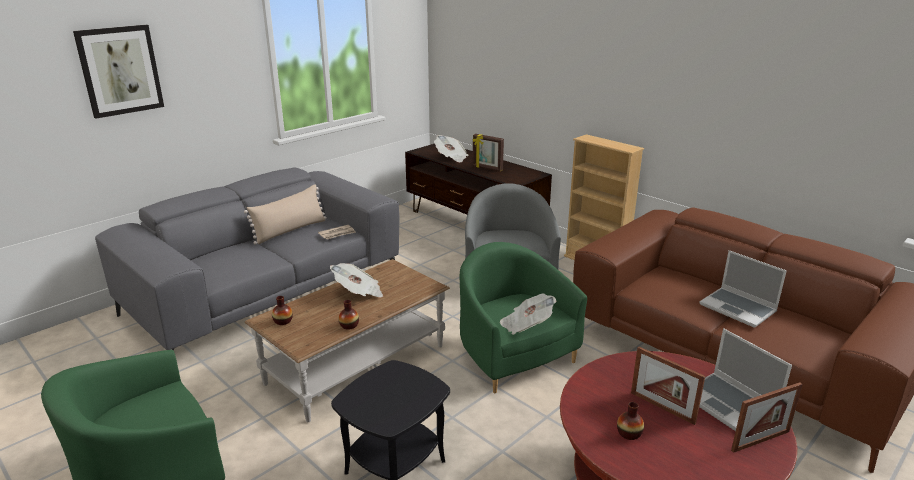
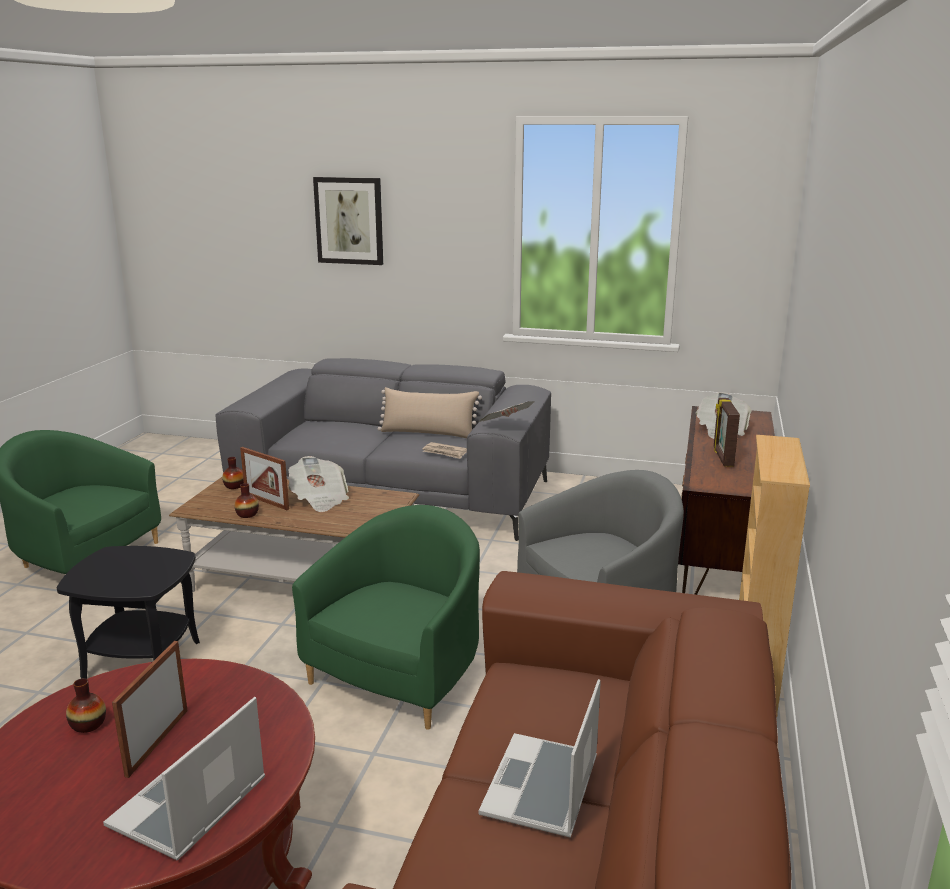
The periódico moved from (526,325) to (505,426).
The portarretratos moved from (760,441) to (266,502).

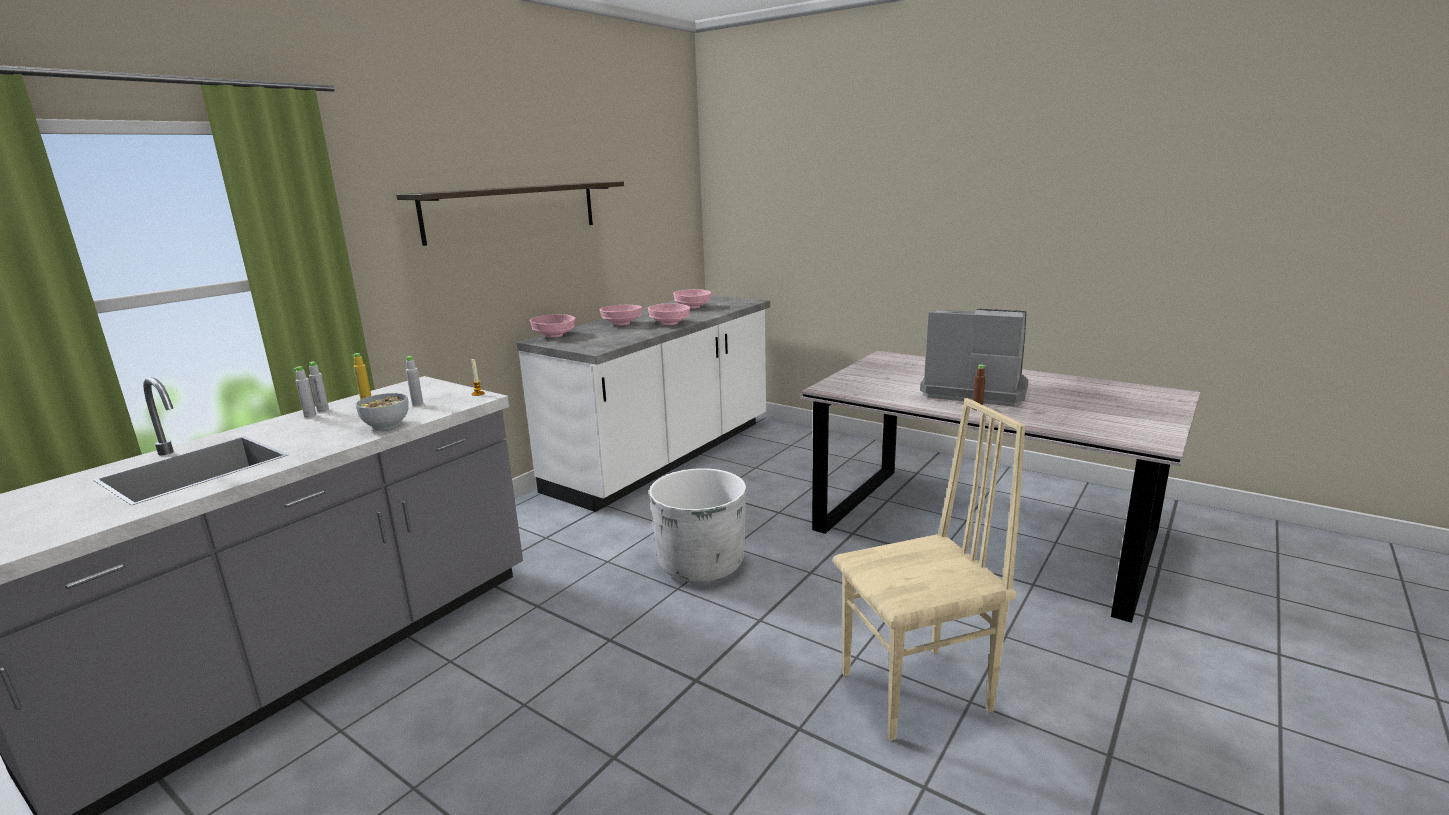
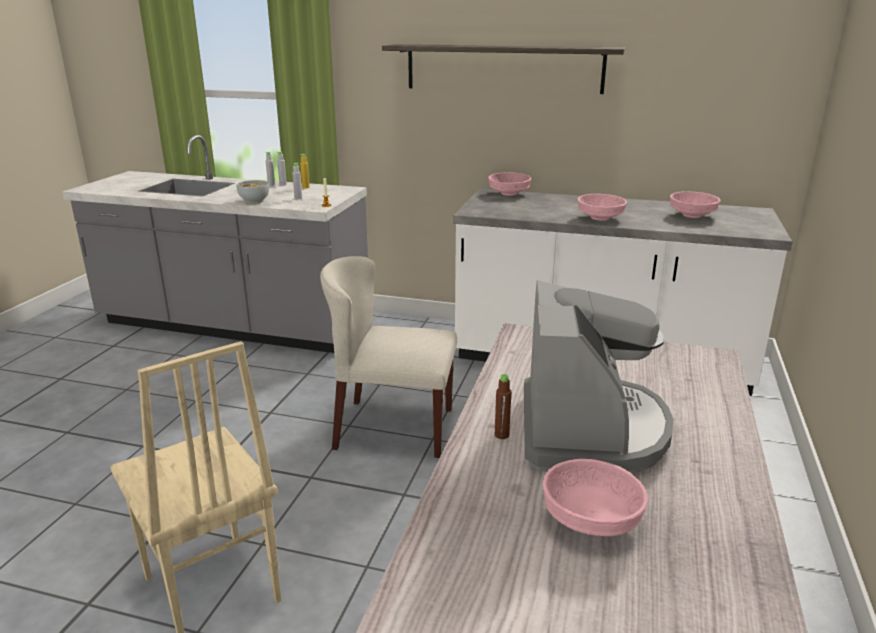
The cuenco [rosa] moved from (622,324) to (591,520).
The maceta [blanco] at (701,564) was replaced by the silla [beis] at (393,428).

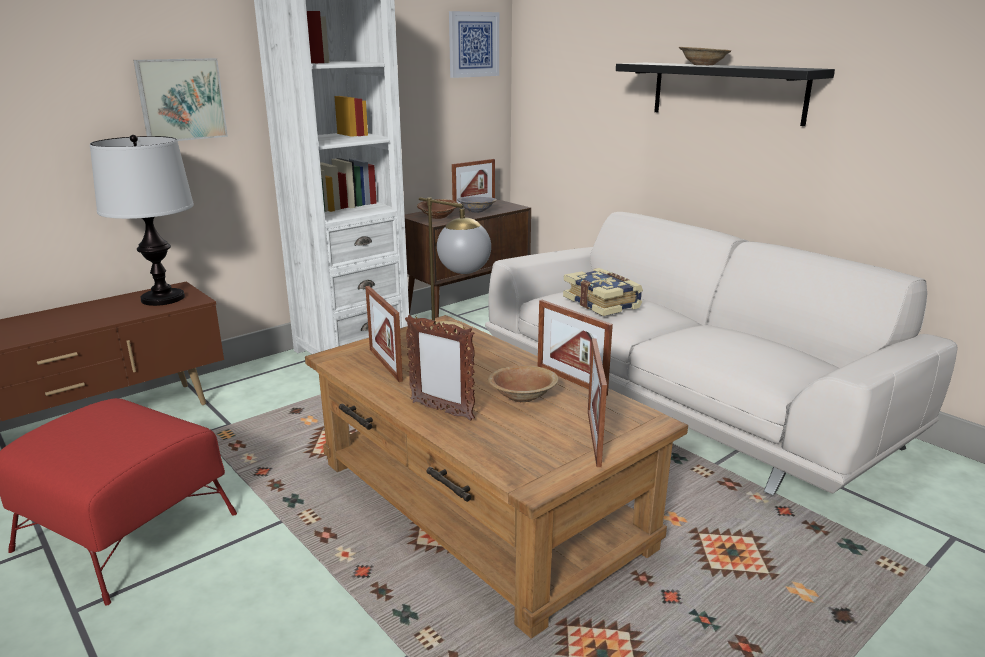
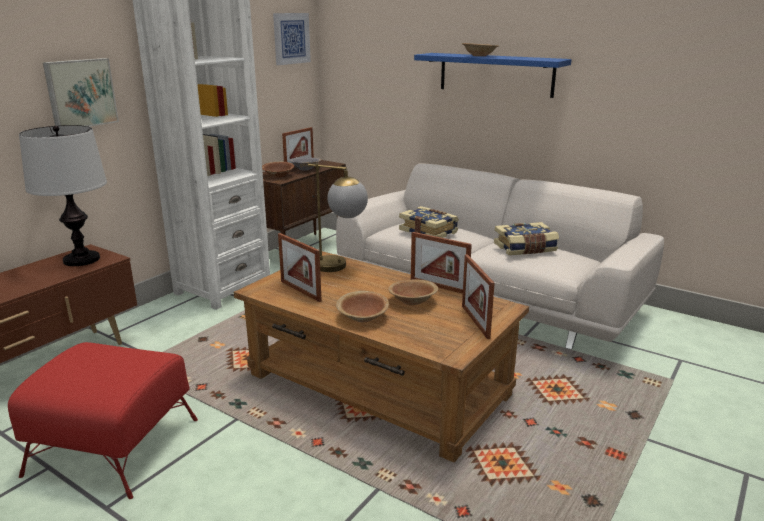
The portarretratos at (441,411) was replaced by the cuenco [marrón] at (362,317).
The estante [negro] at (727,92) became the estante [azul] at (495,74).
The libro at (525,248) appeared.

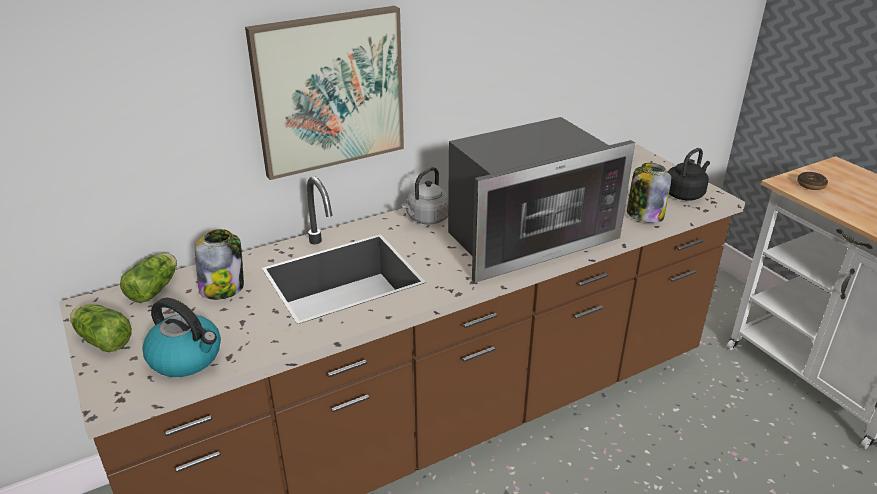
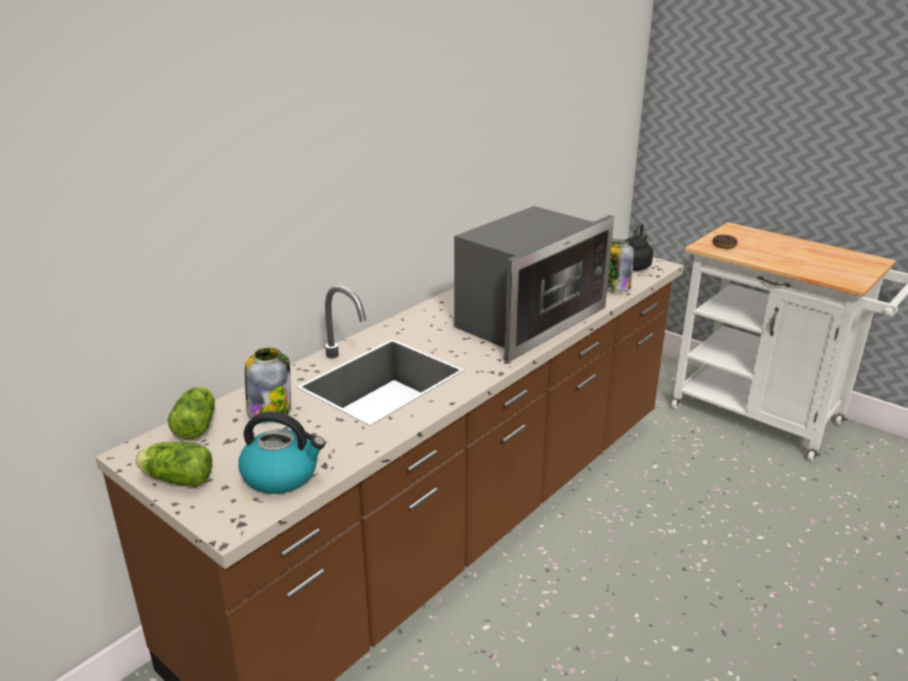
The cuadro at (329,91) disappeared.
The hervidor [gris] at (427,219) disappeared.

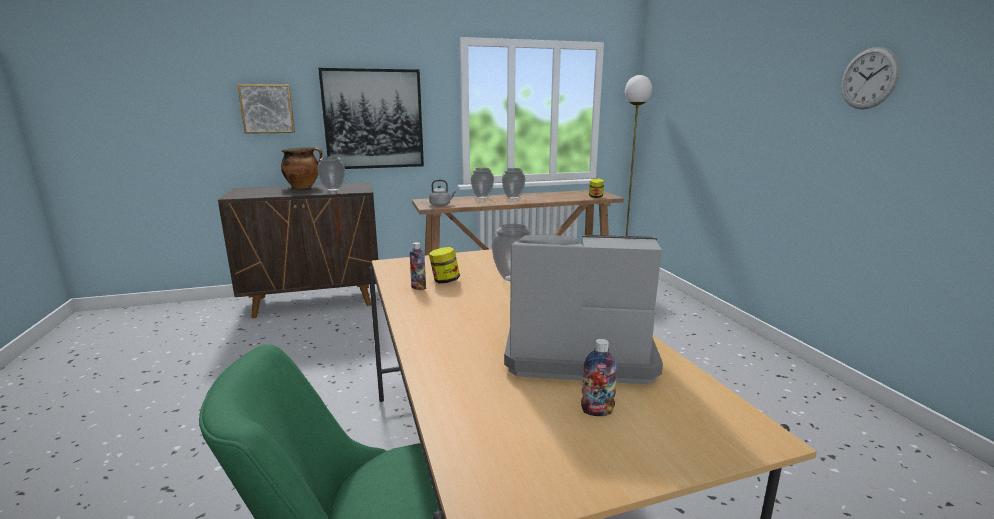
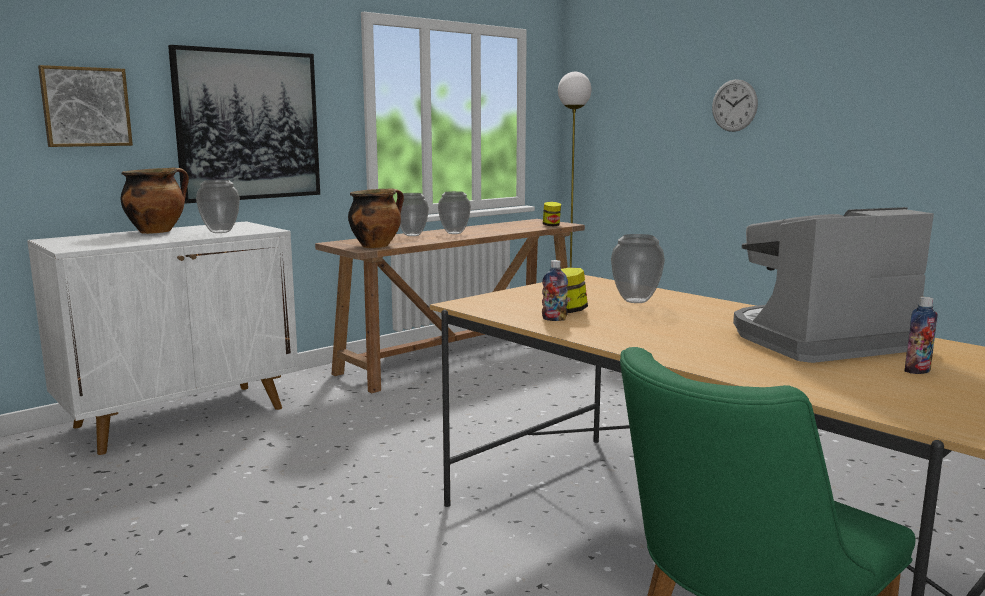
The armario [marrón] at (315,301) became the armario [blanco] at (182,417).
The hervidor [gris] at (441,205) was replaced by the olla at (376,246).
The reloj de pared moved from (869,78) to (734,105).

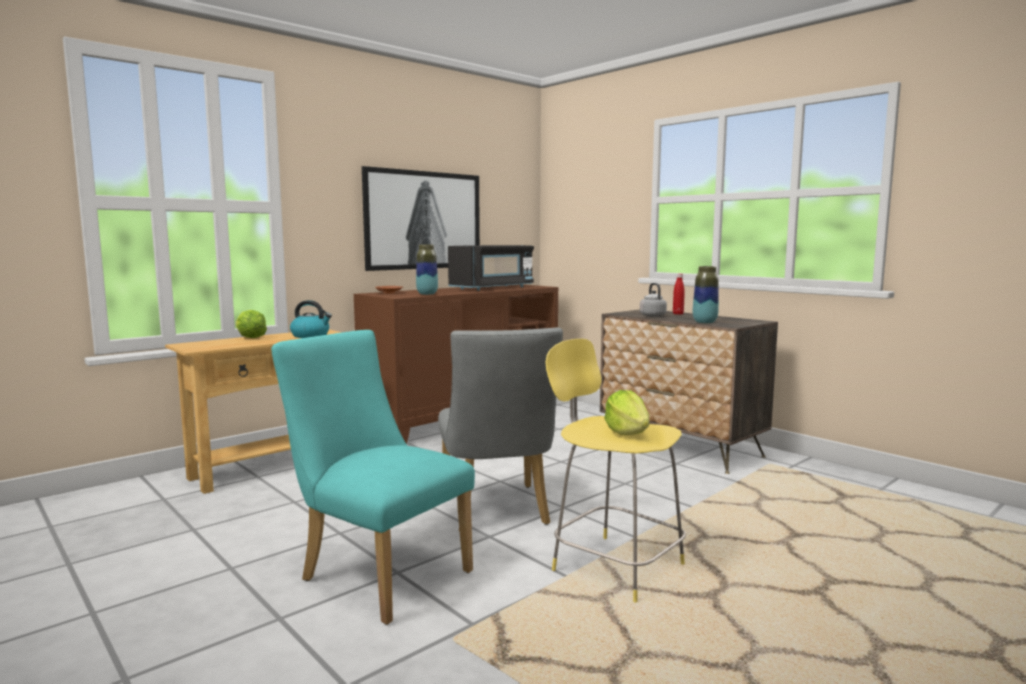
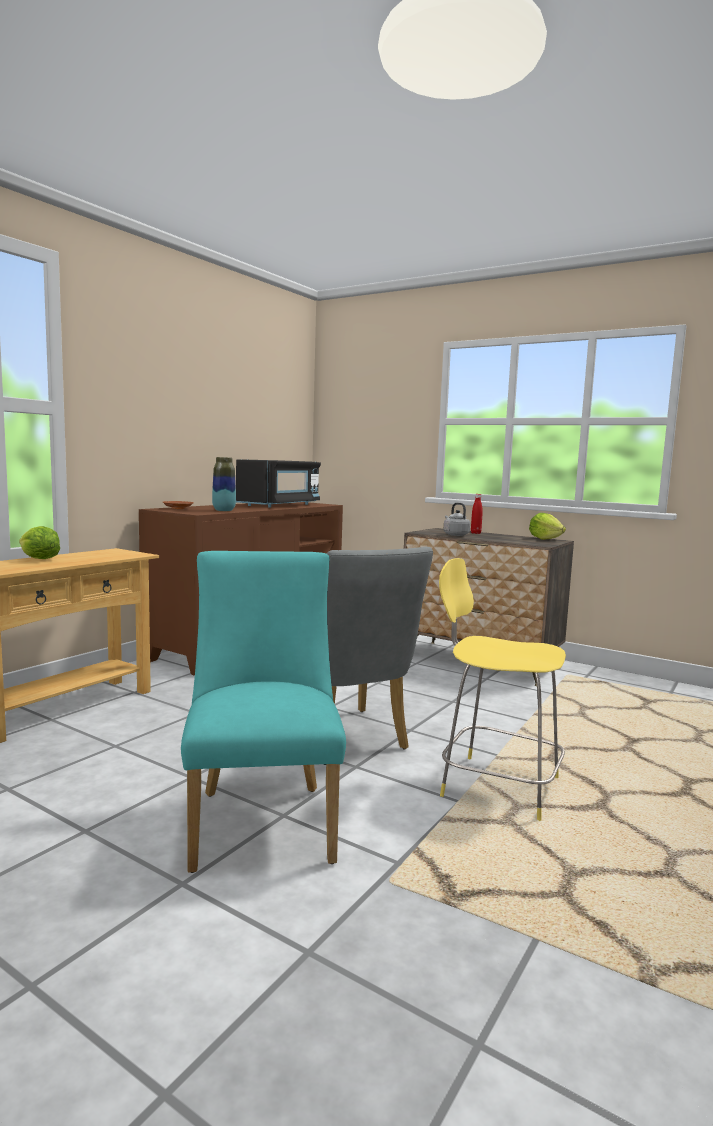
The silla [turquesa] at (377,573) turned 60 degrees clockwise.
The hervidor at (311,336) disappeared.
The cuadro at (423,220) disappeared.
The lechuga moved from (627,433) to (545,539).
The florero at (704,322) disappeared.

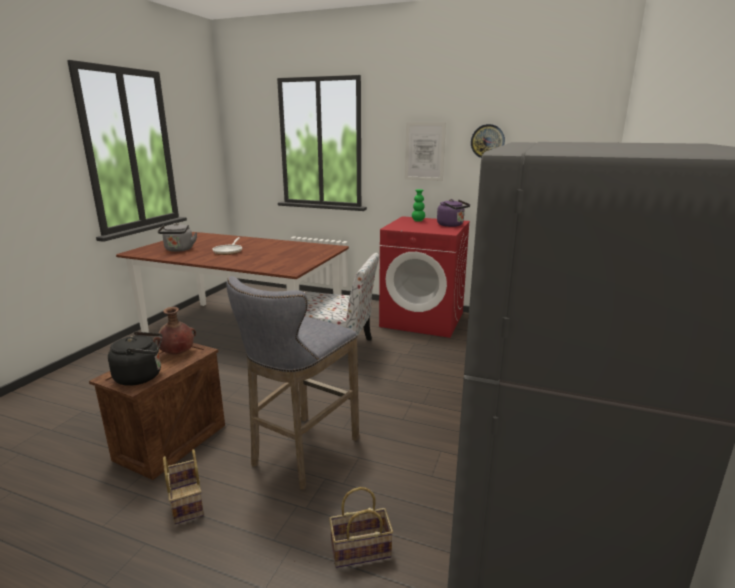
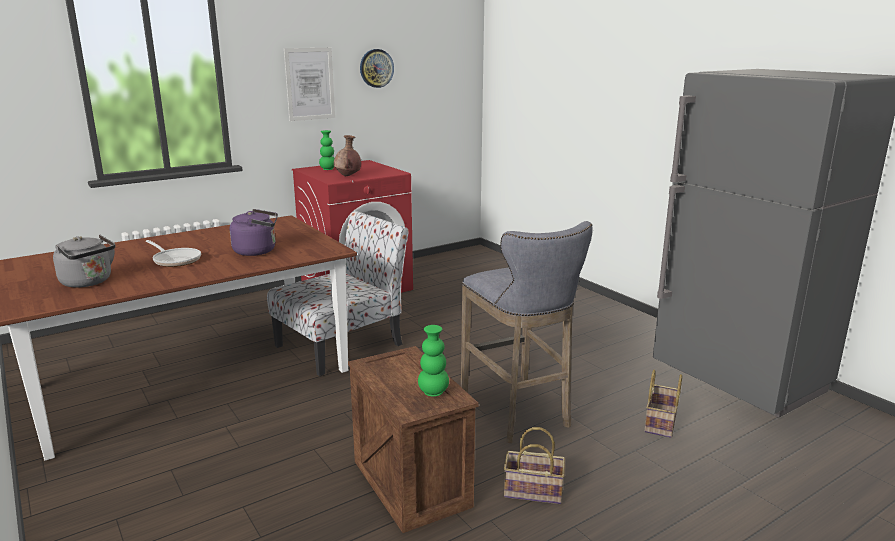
The hervidor [negro] at (142,376) was replaced by the florero [verde] at (433,392).
The florero [marrón] moved from (177,354) to (348,176).
The hervidor [morado] moved from (451,225) to (258,251).

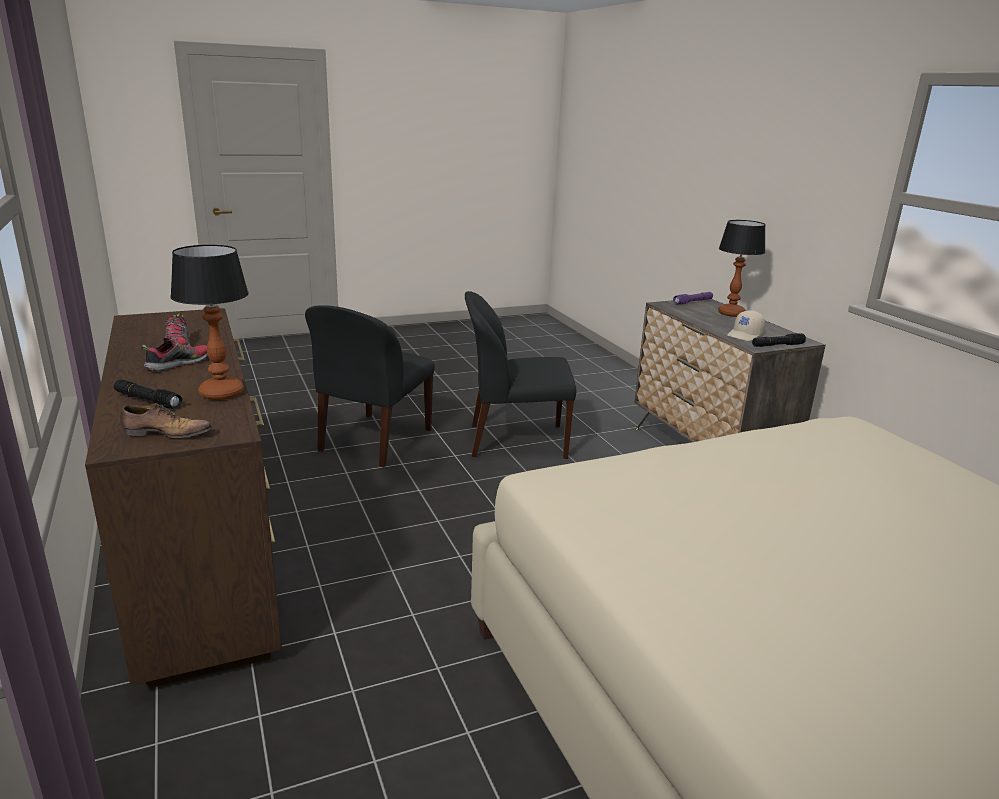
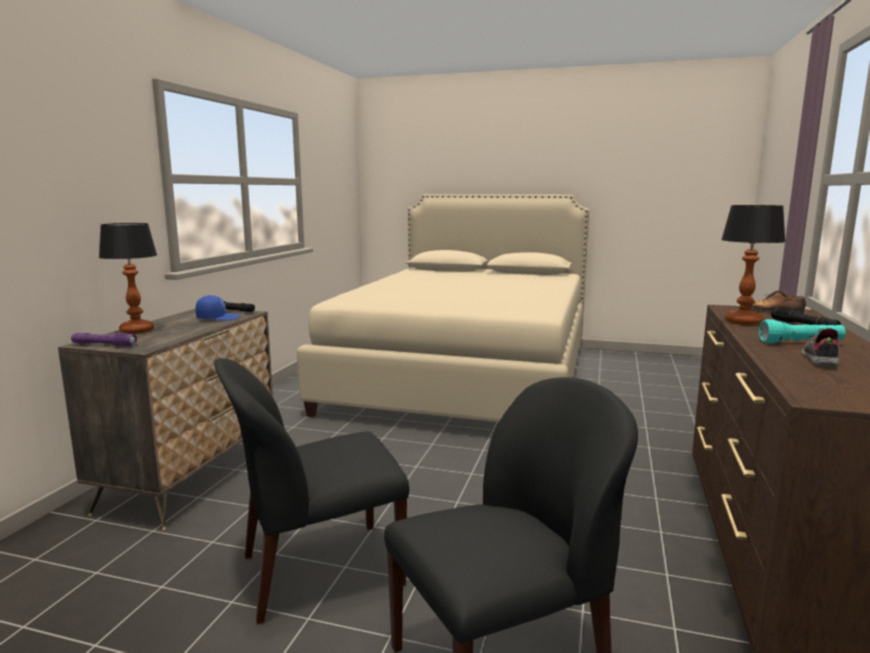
The zapato at (178,364) was replaced by the linterna [turquesa] at (800,343).
The silla [negro] at (514,441) turned 120 degrees clockwise.
The gorra [beis] at (745,335) became the gorra [azul] at (218,318).

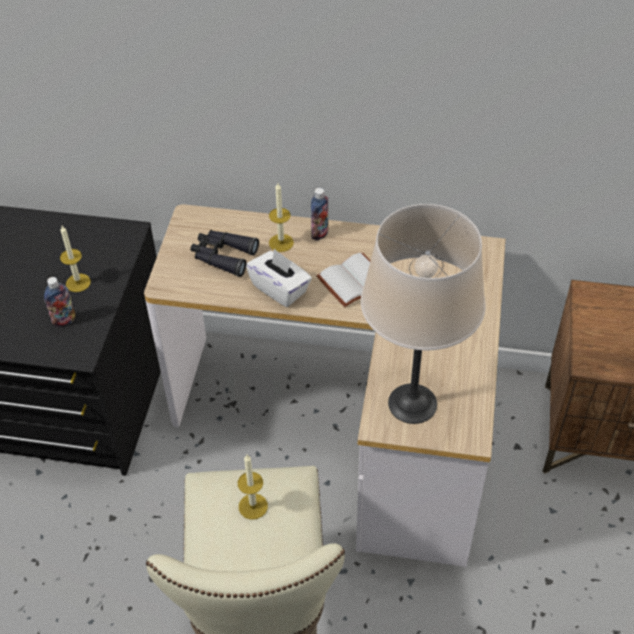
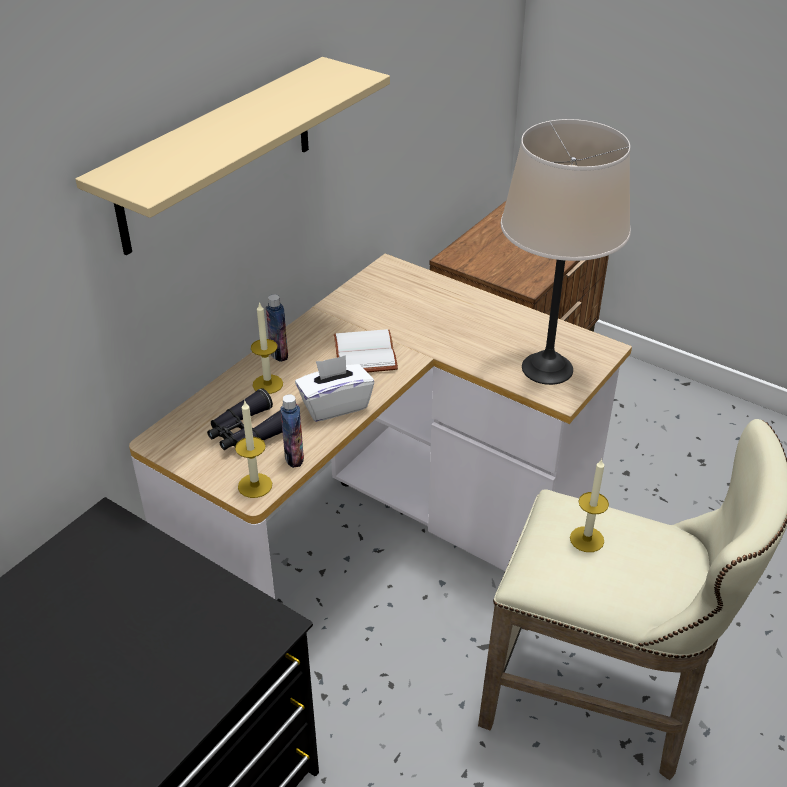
The botella moved from (64,320) to (294,458).
The vela moved from (78,283) to (255,485).
The estante [beis] at (217,155) appeared.

